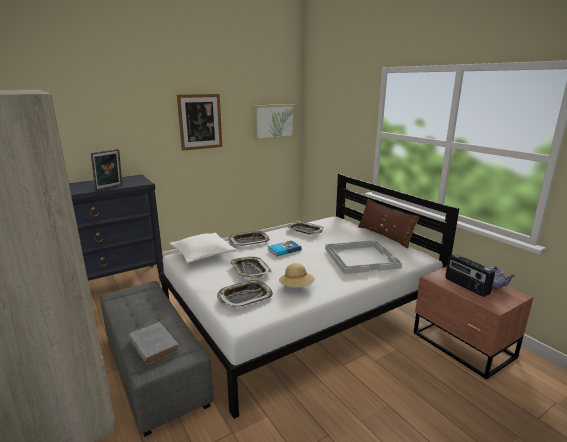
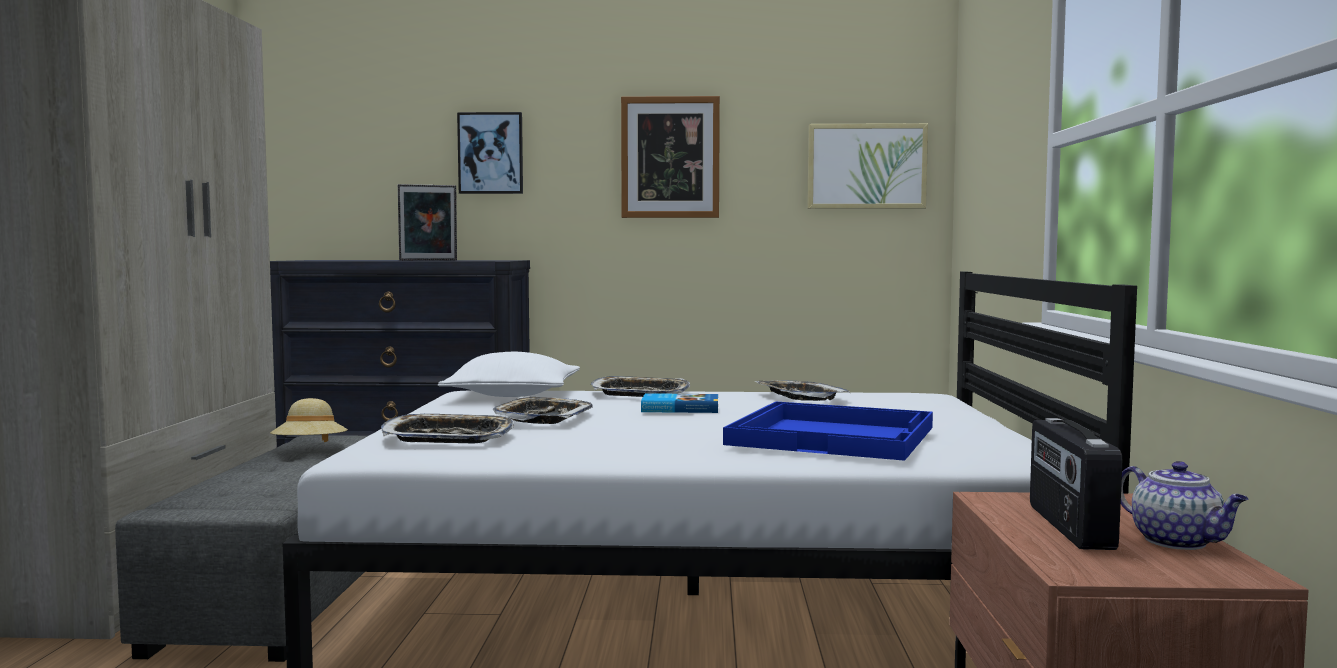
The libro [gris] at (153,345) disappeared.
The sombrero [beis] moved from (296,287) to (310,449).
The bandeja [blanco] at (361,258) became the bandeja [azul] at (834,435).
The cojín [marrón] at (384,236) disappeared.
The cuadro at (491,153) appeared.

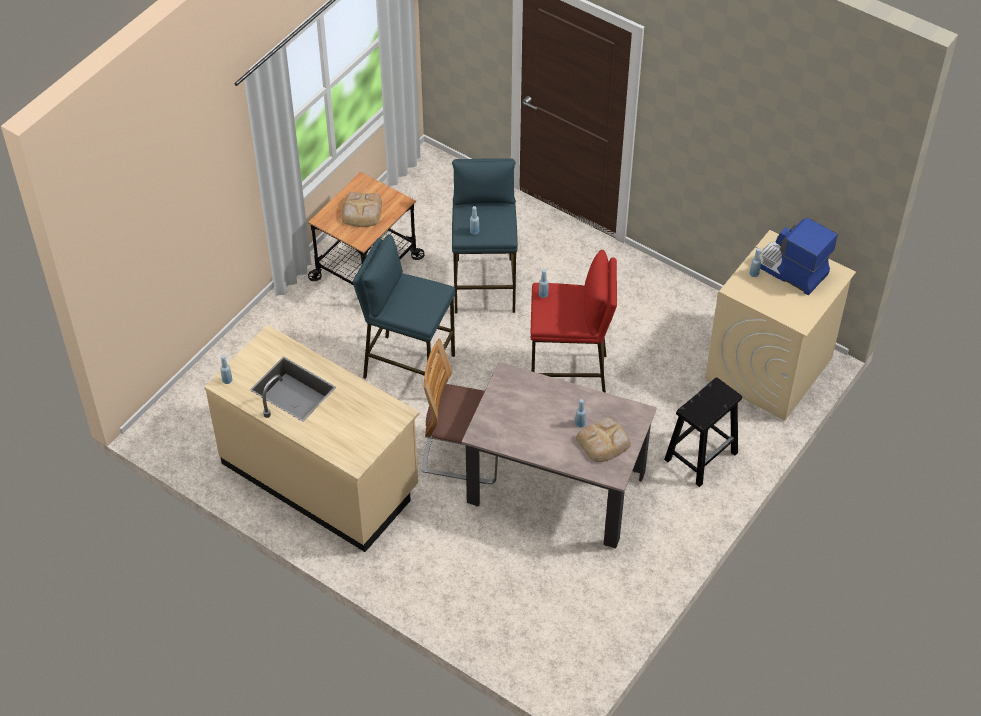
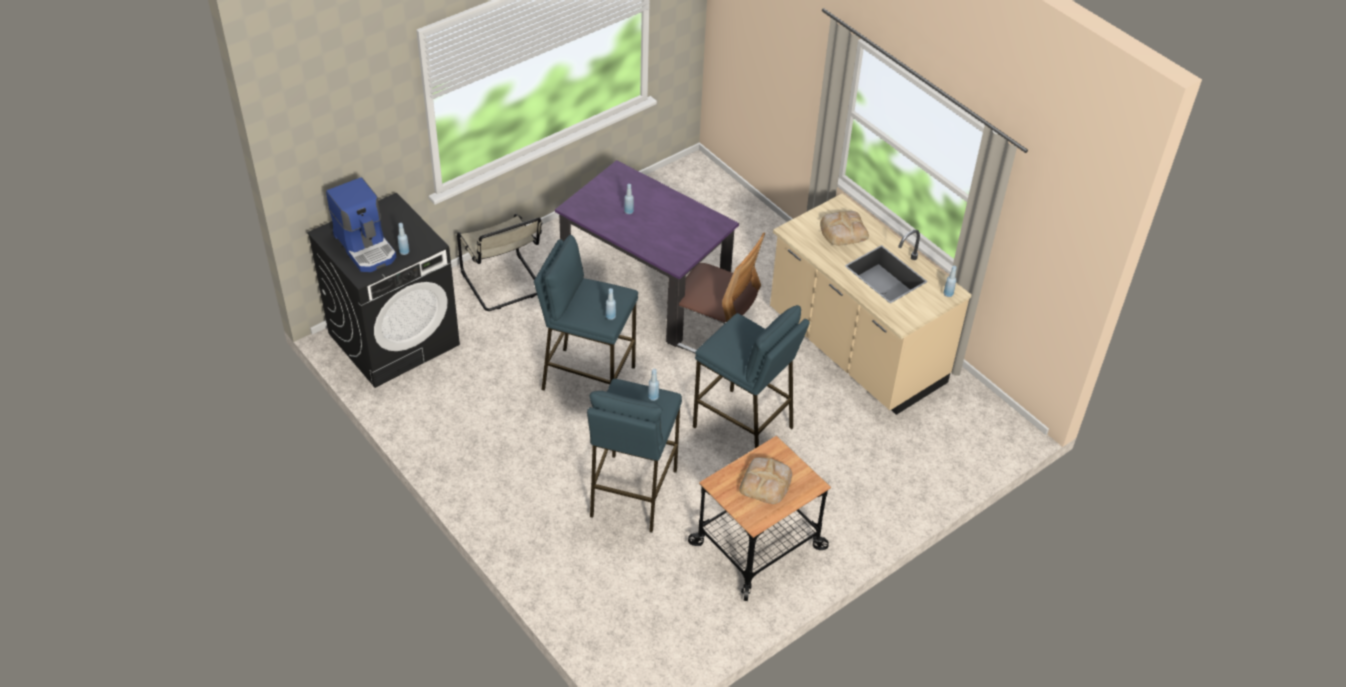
The mesa de comedor [beis] at (556,488) became the mesa de comedor [morado] at (645,290).
The taburete [rojo] at (569,377) became the taburete [azul] at (588,378).
The pan moved from (604,442) to (842,231).
The taburete [negro] at (701,455) was replaced by the silla [beis] at (504,284).
The lavadora [beis] at (768,369) became the lavadora [negro] at (394,338).

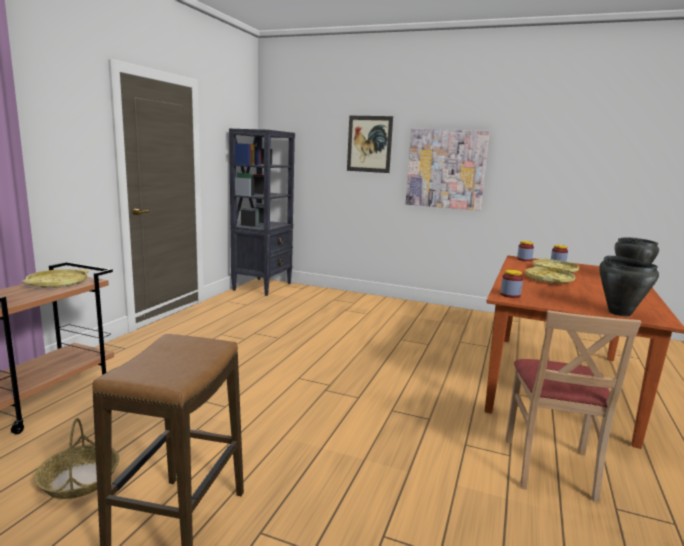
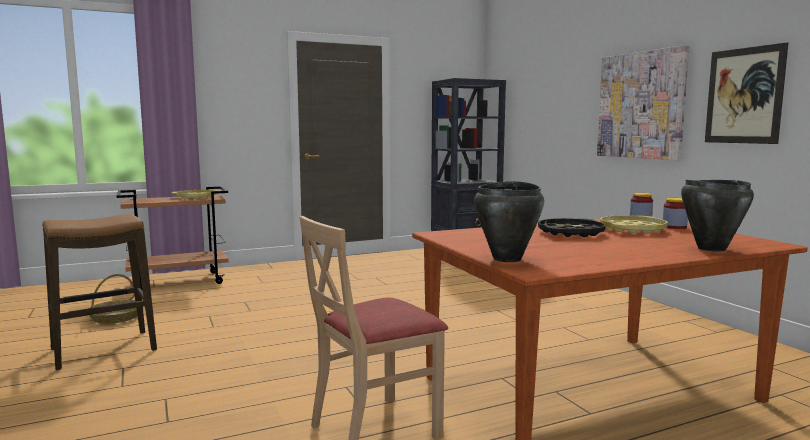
The cuadro moved from (369,144) to (744,96).
The tarro at (510,295) disappeared.
The bandeja [amarillo] at (548,280) became the bandeja [negro] at (570,233).

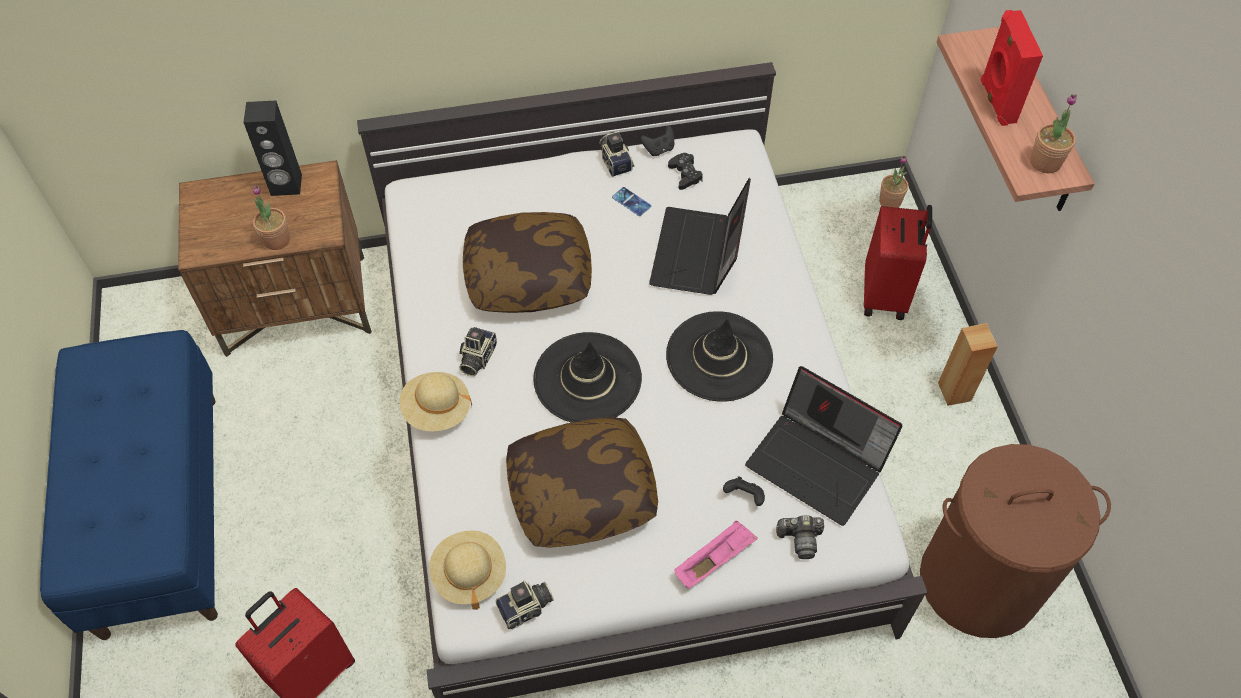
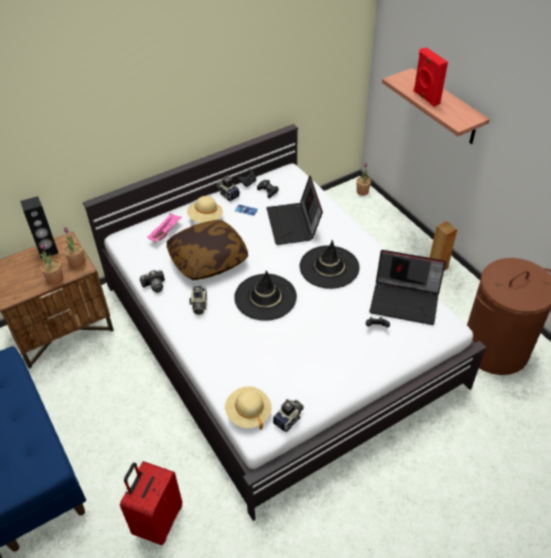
The sombrero [beis] moved from (437,410) to (205,218).
The cojín at (582,492) disappeared.
The bandeja [rosa] moved from (714,559) to (165,232).
The cámara moved from (800,539) to (154,285).
The maleta [rojo] at (885,295) disappeared.
The planta en maceta moved from (1045,162) to (77,262).

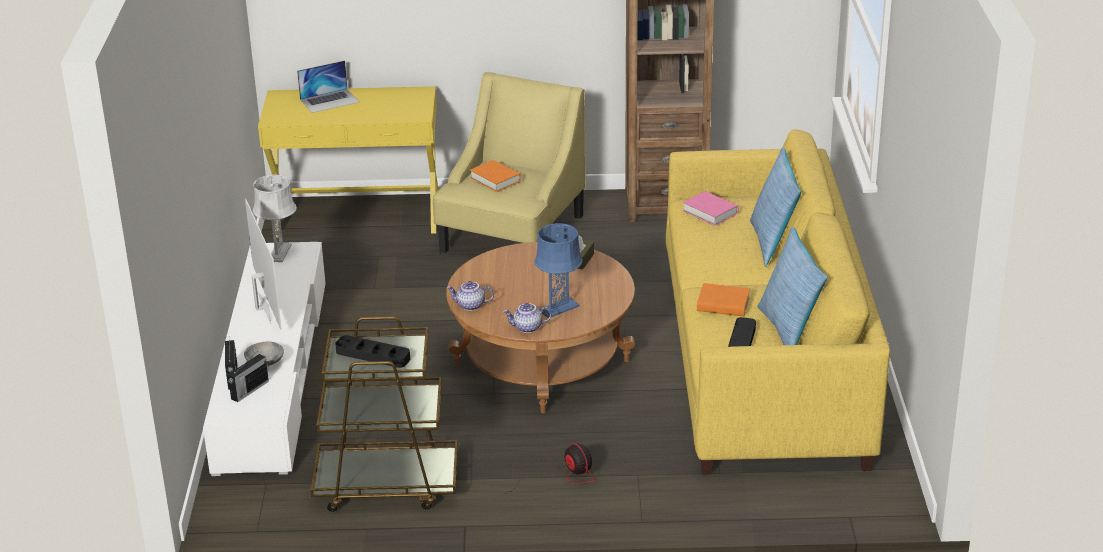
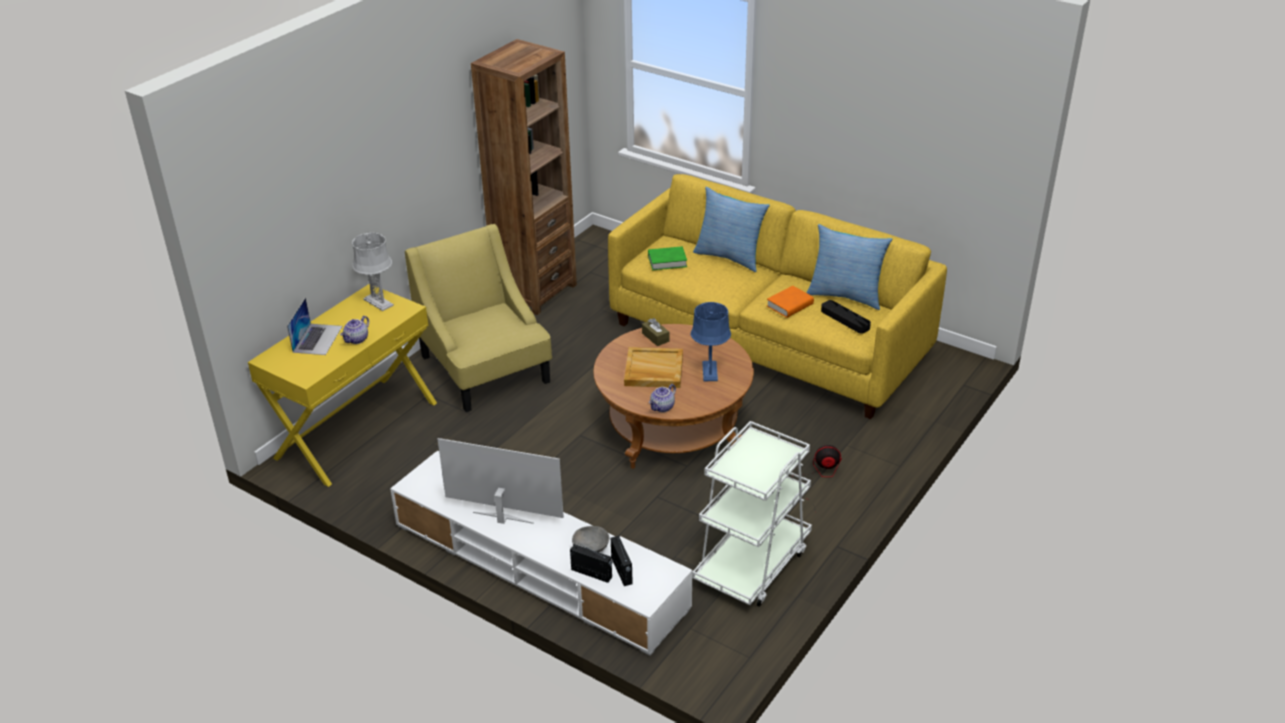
The lámpara de mesa [gris] moved from (279,253) to (378,302).
The carrito [marrón] at (386,485) became the carrito [blanco] at (752,564).
The bandeja [negro] at (373,355) disappeared.
The libro [naranja] at (495,180) disappeared.
The tetera moved from (527,328) to (357,340).
The libro [rosa] at (710,212) became the libro [verde] at (667,261).
The bandeja [beis] at (653,370) appeared.

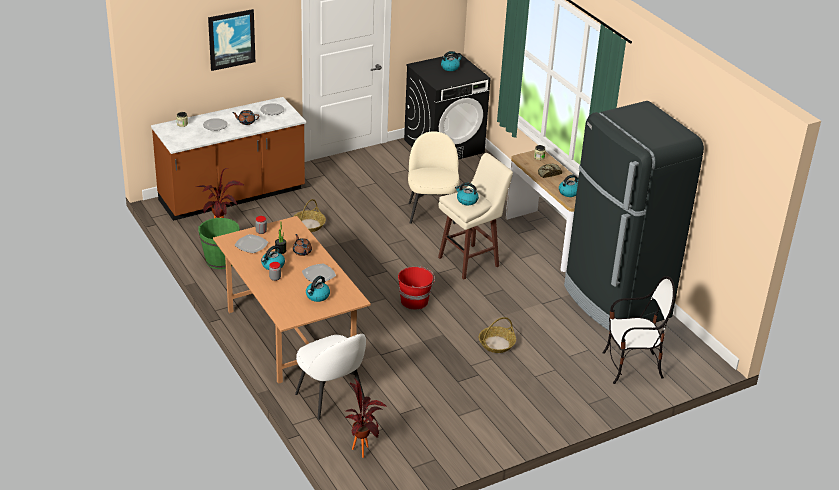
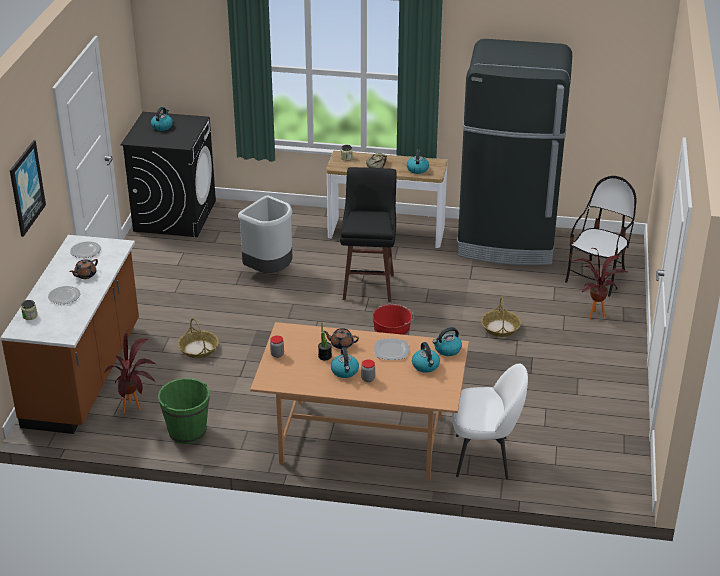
The plato at (251,245) disappeared.
The planta en maceta moved from (364,448) to (593,312).
The silla [beis] at (431,212) was replaced by the papelera [gris] at (269,271).
The taburete [beis] at (470,261) became the taburete [negro] at (369,286).
The hervidor moved from (466,200) to (447,350).

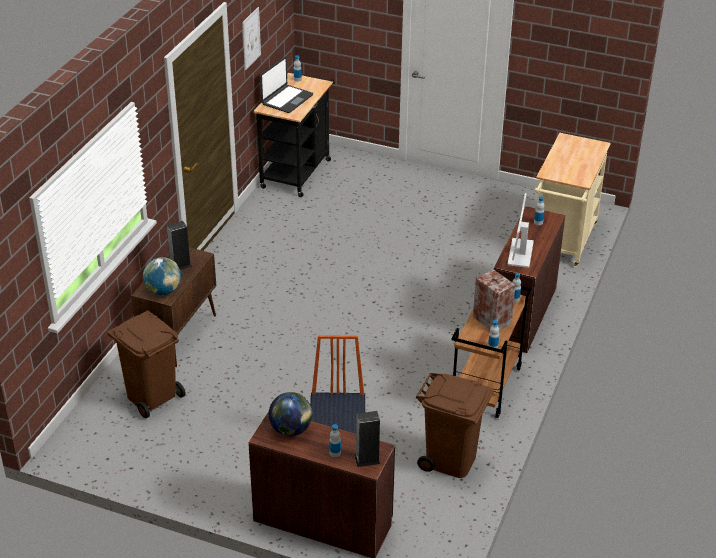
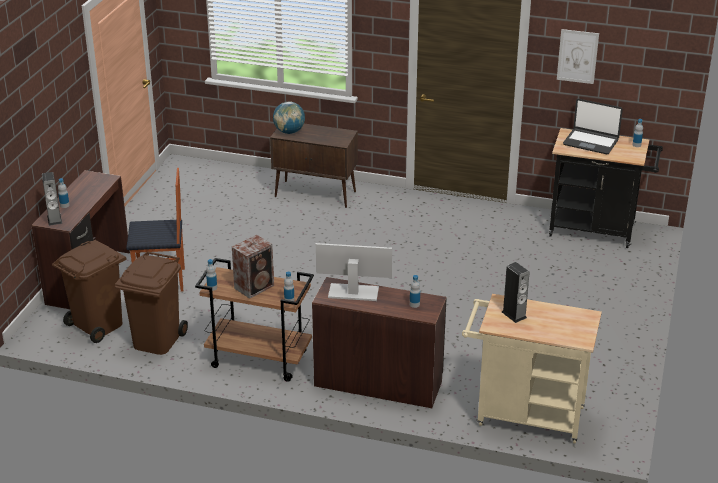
The papelera [marrón] moved from (152,396) to (98,325).
The altavoz moved from (180,265) to (514,314).
The globo terráqueo at (291,430) disappeared.

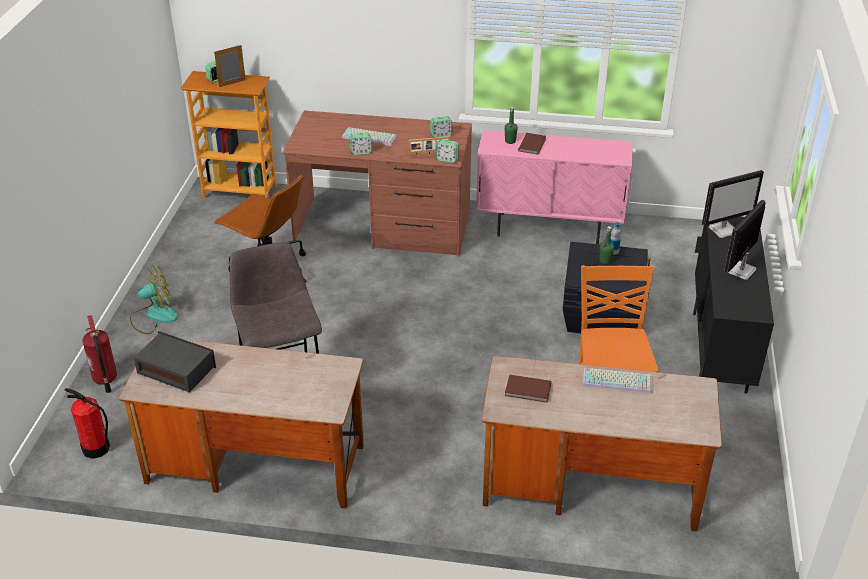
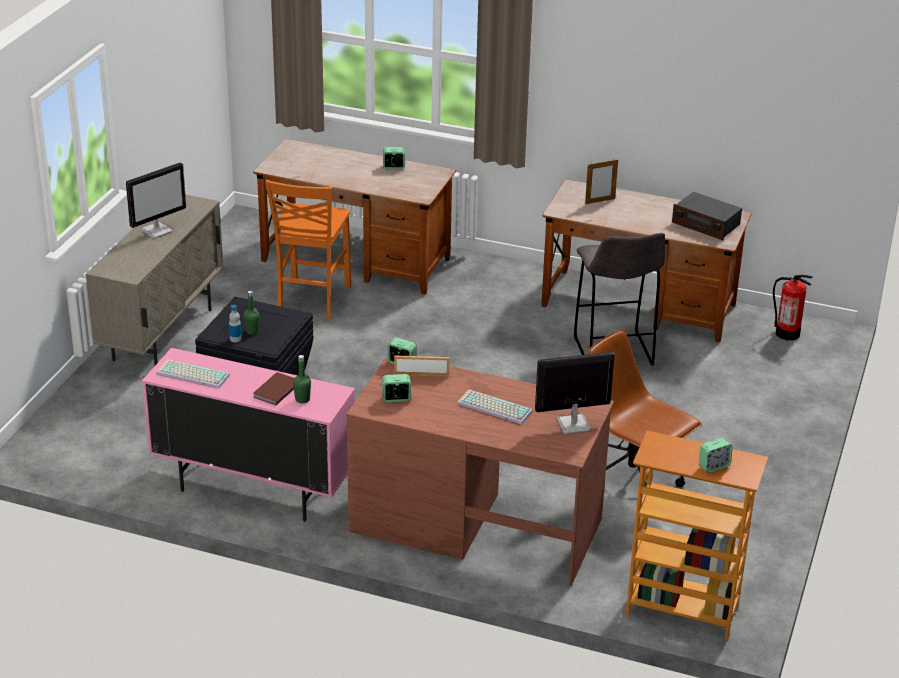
The extintor at (105,379) disappeared.
The ventilador at (154,316) disappeared.
The portarretratos moved from (232,83) to (600,201).
The despertador moved from (361,152) to (394,167).
The libro [marrón] at (528,390) disappeared.
The teclado moved from (618,380) to (191,375).
The armario [negro] at (719,352) became the armario [beis] at (163,334).
The monitor moved from (724,229) to (572,425).

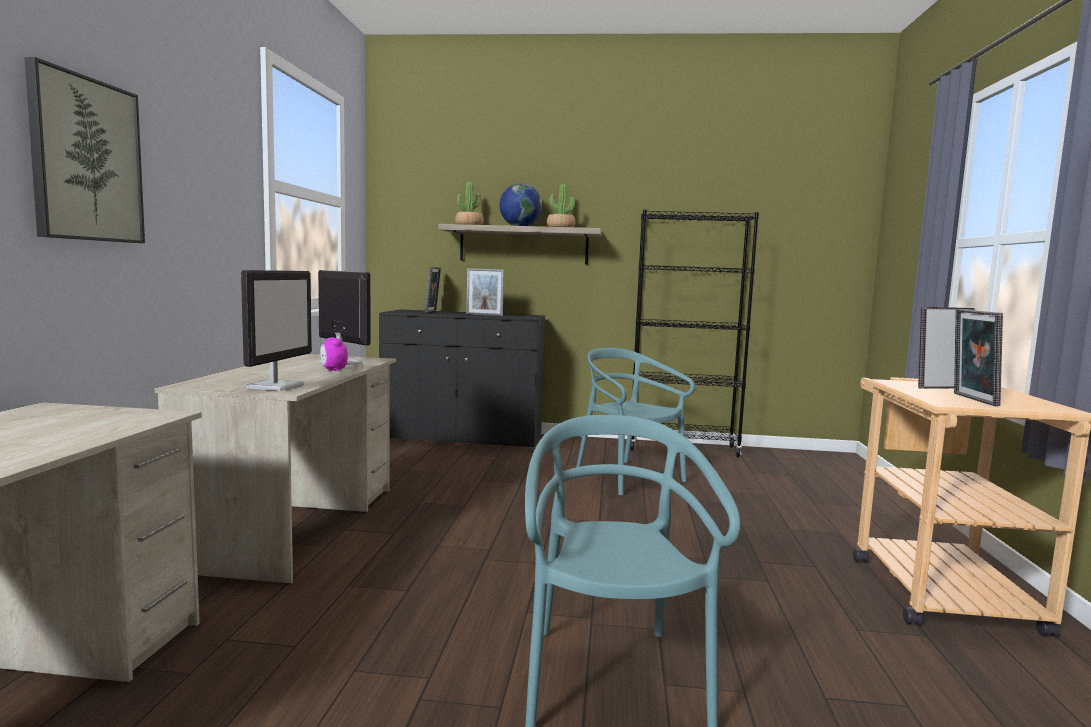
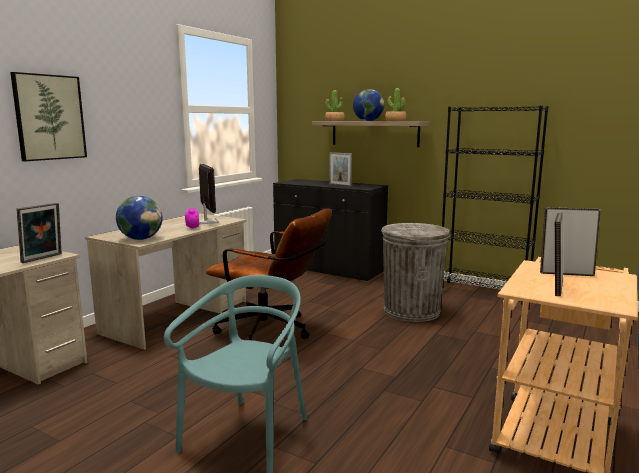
The monitor at (275,386) was replaced by the globo terráqueo at (141,239).
The portarretratos moved from (432,311) to (43,258).
The silla [turquesa] at (628,477) was replaced by the papelera [gris] at (411,311).
The silla de oficina [marrón] at (271,332) appeared.

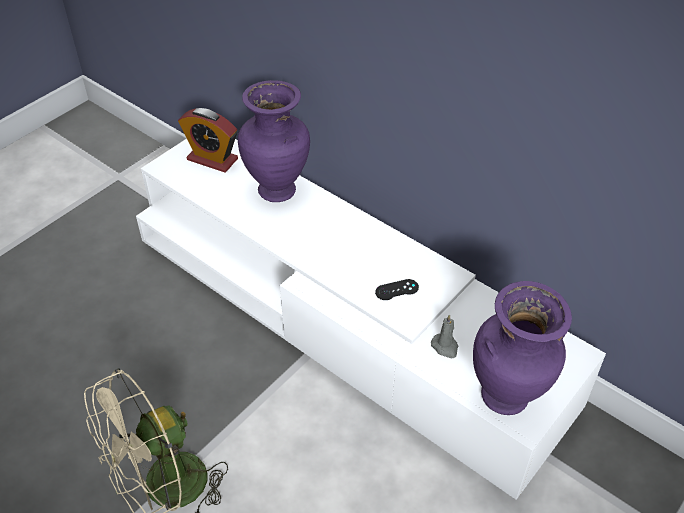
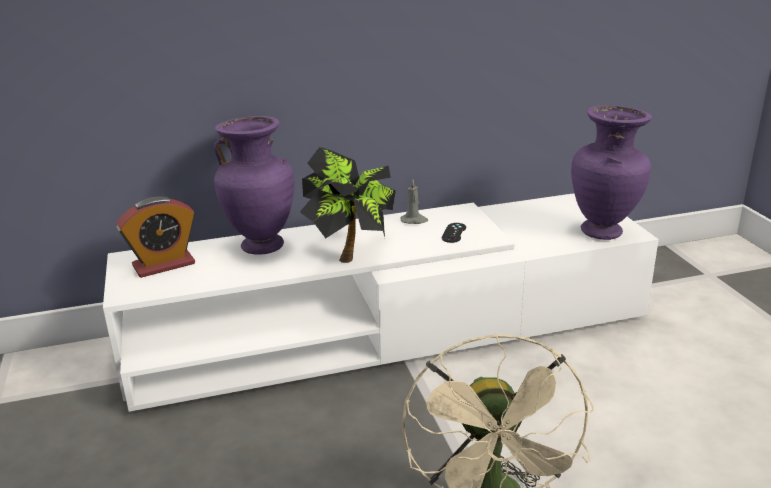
The vela [gris] moved from (445,347) to (414,220).
The planta en maceta at (351,253) appeared.

